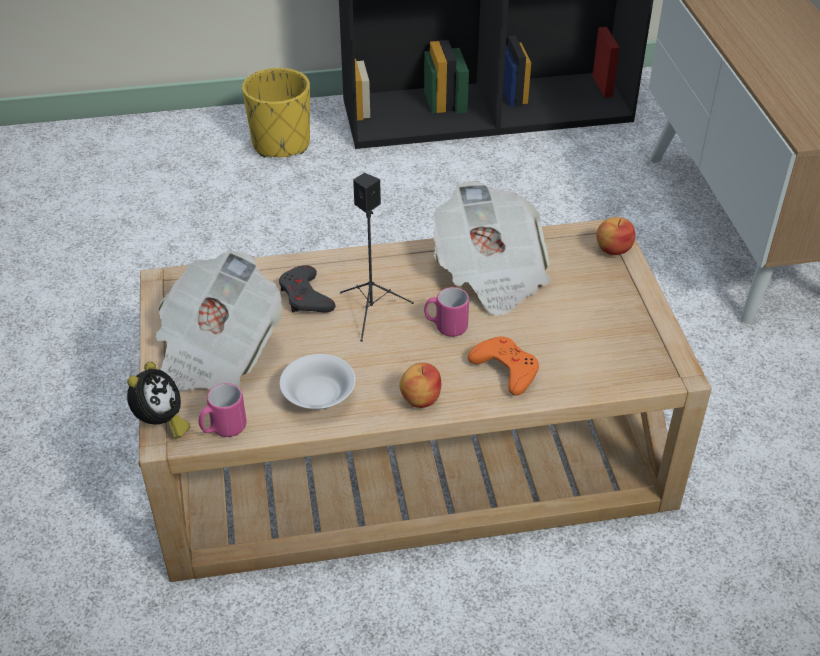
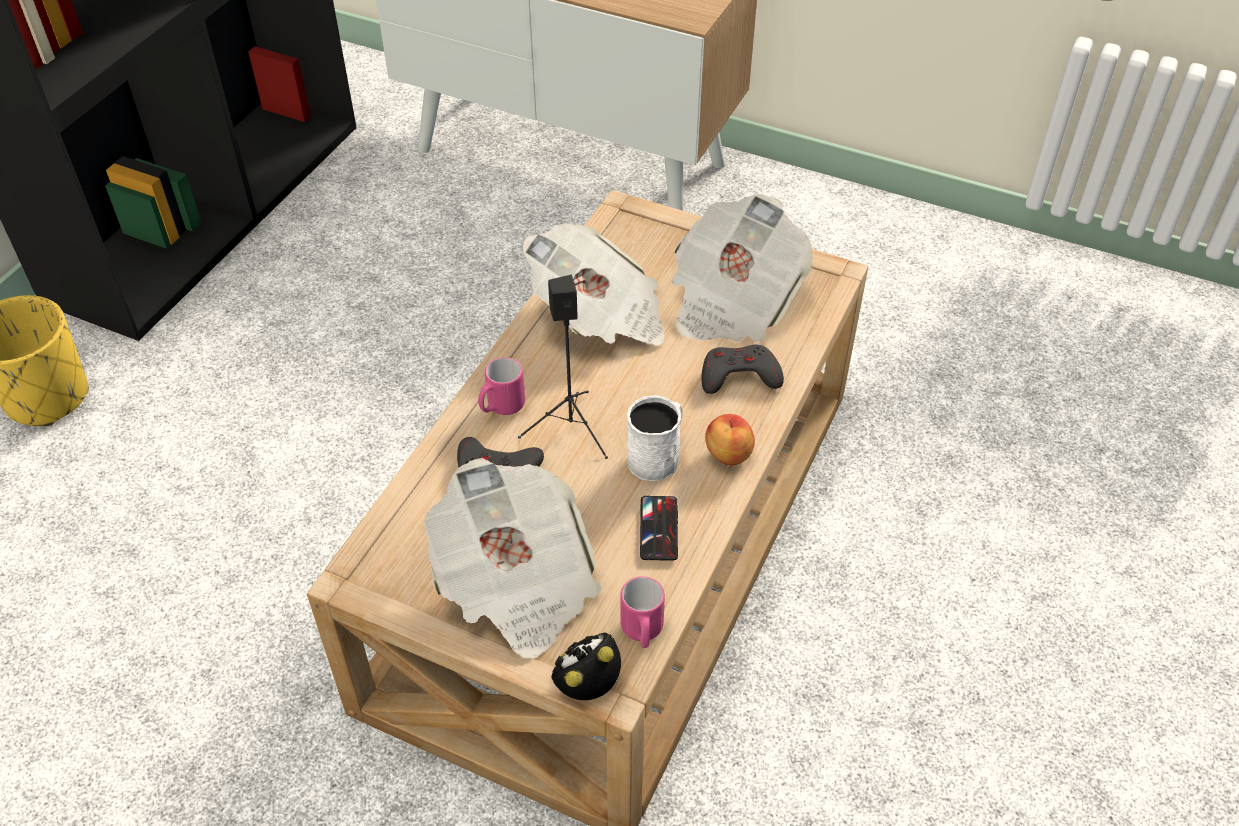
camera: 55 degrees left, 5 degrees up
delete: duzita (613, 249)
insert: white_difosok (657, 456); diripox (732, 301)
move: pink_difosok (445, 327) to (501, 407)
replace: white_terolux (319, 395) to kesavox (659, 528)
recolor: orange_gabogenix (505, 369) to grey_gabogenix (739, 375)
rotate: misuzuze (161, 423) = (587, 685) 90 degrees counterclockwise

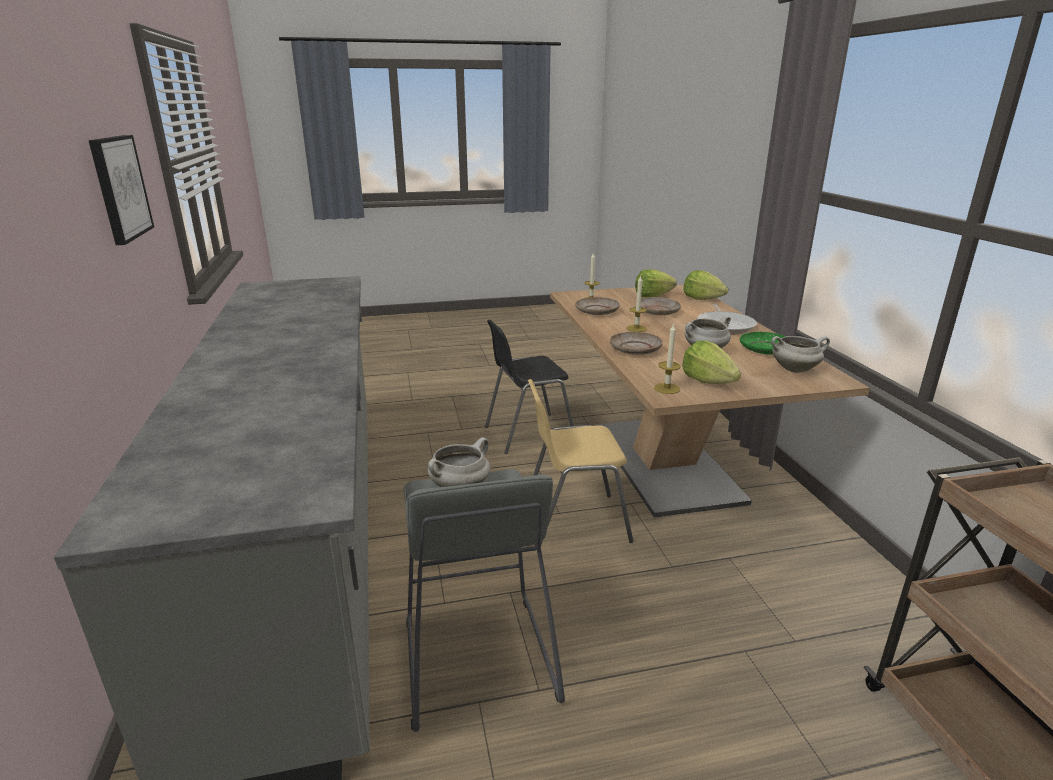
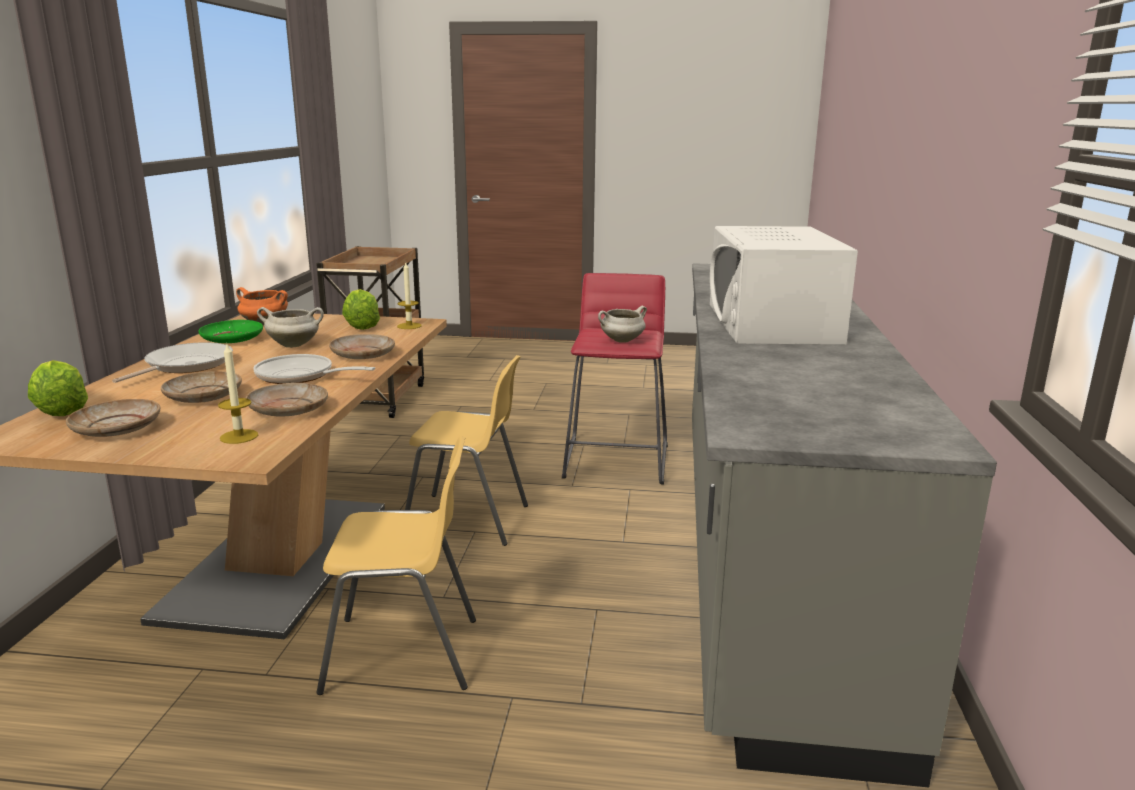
camera: 160 degrees left, 5 degrees down
delete: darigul (119, 188)
insert: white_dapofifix (772, 323)
replace: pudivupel (636, 328) to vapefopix (300, 376); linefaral (652, 296) to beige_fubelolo (117, 428)
recolor: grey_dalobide (478, 660) to red_dalobide (616, 460); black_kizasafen (528, 433) to yellow_kizasafen (404, 654); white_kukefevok (795, 369) to orange_kukefevok (263, 324)

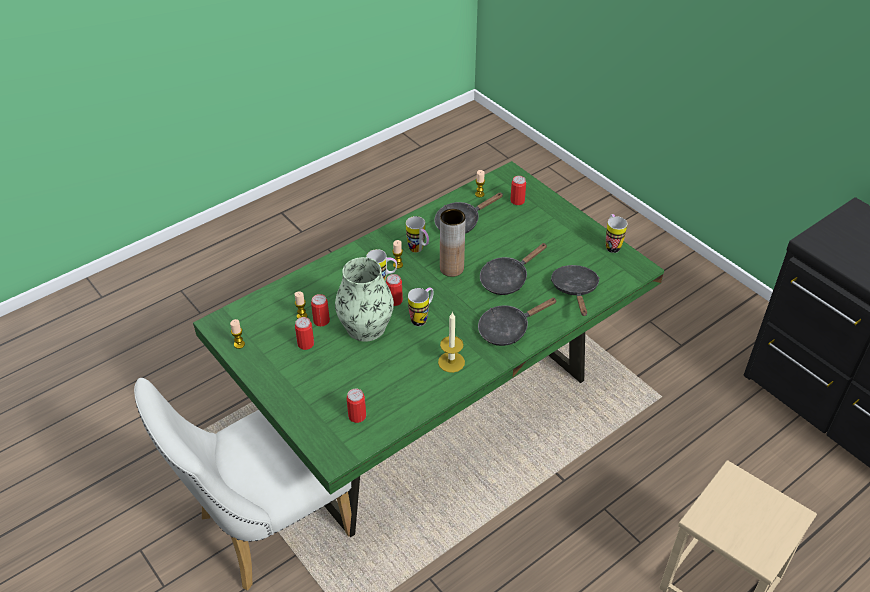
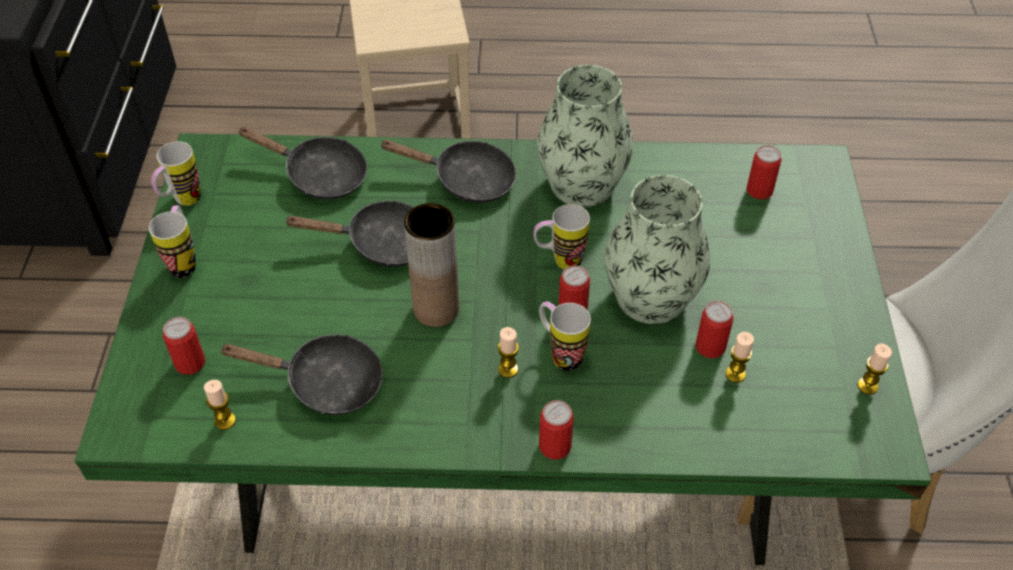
camera: 140 degrees left, 5 degrees up
move: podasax (305, 344) to (555, 446); difosok (419, 250) to (184, 261)
replace: pudivupel (451, 362) to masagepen (581, 184)
rotate: black_vapefopix (575, 290) = (319, 175) 105 degrees counterclockwise

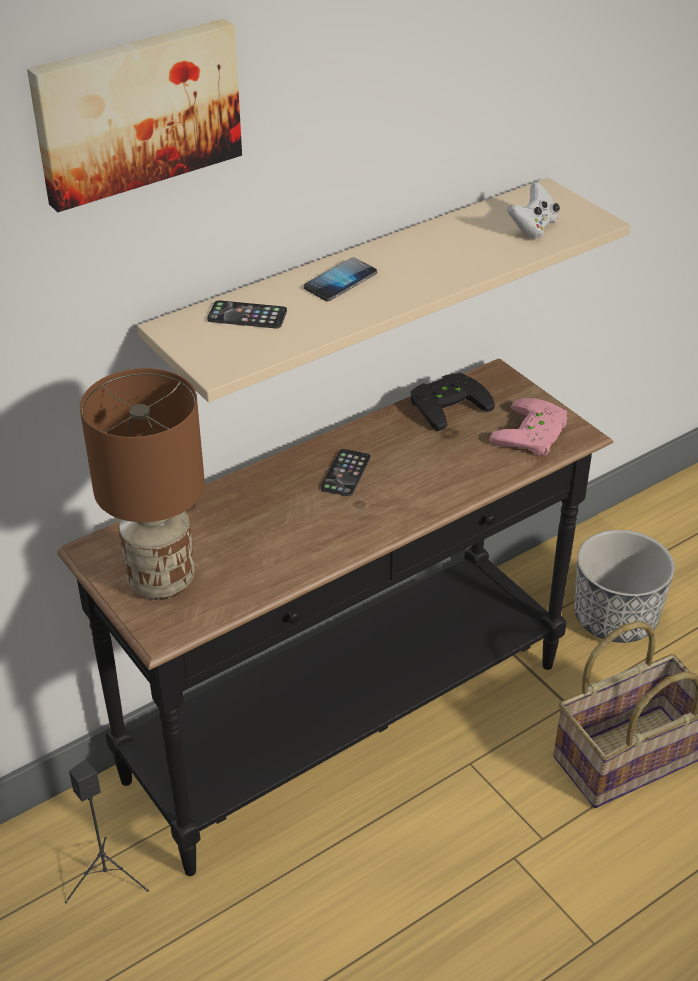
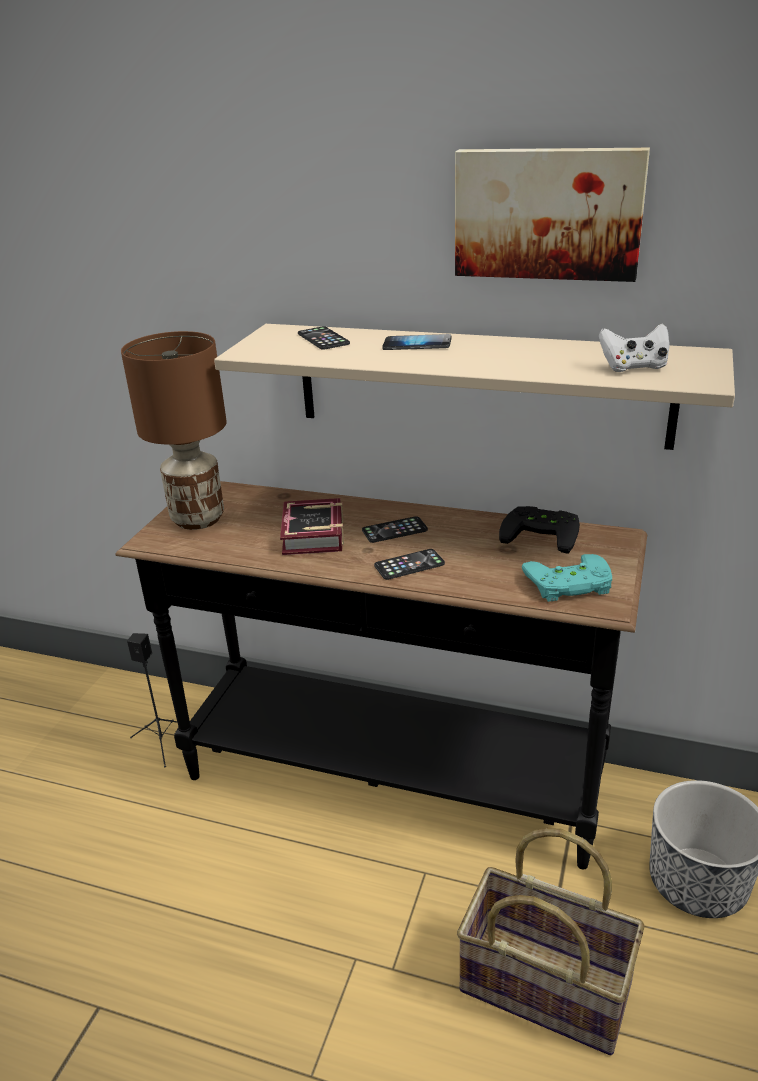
camera: 55 degrees right, 10 degrees down
insert: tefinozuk (310, 536); kesavox (409, 565)
move: darigul (136, 111) to (548, 213)
recolor: pink_gabogenix (535, 434) to turquoise_gabogenix (569, 585)

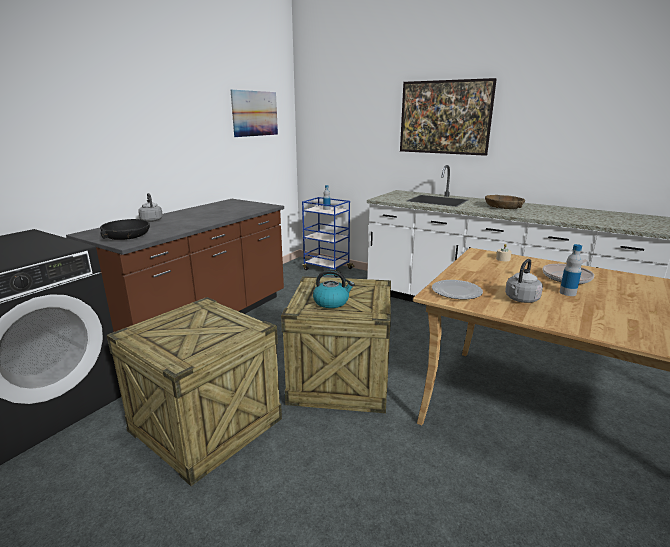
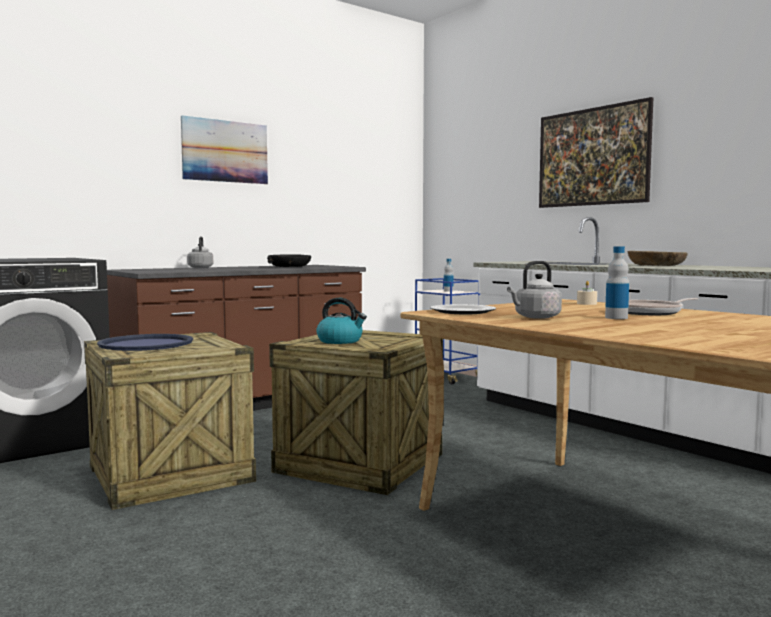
camera: 20 degrees right, 15 degrees down
insert: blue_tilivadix (146, 344)
move: black_terolux (127, 236) to (289, 266); darigul (255, 113) to (225, 151)

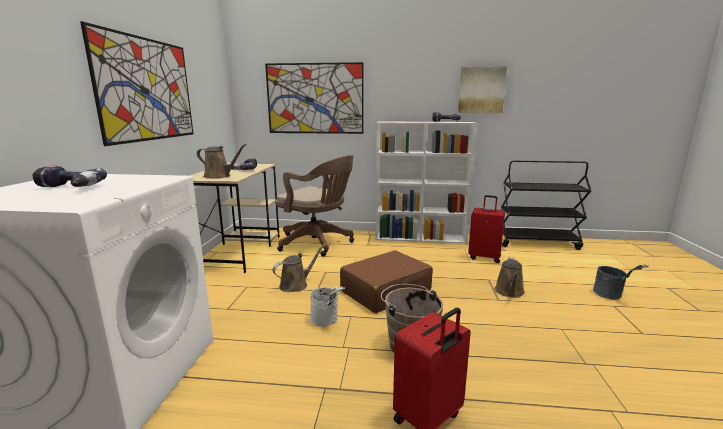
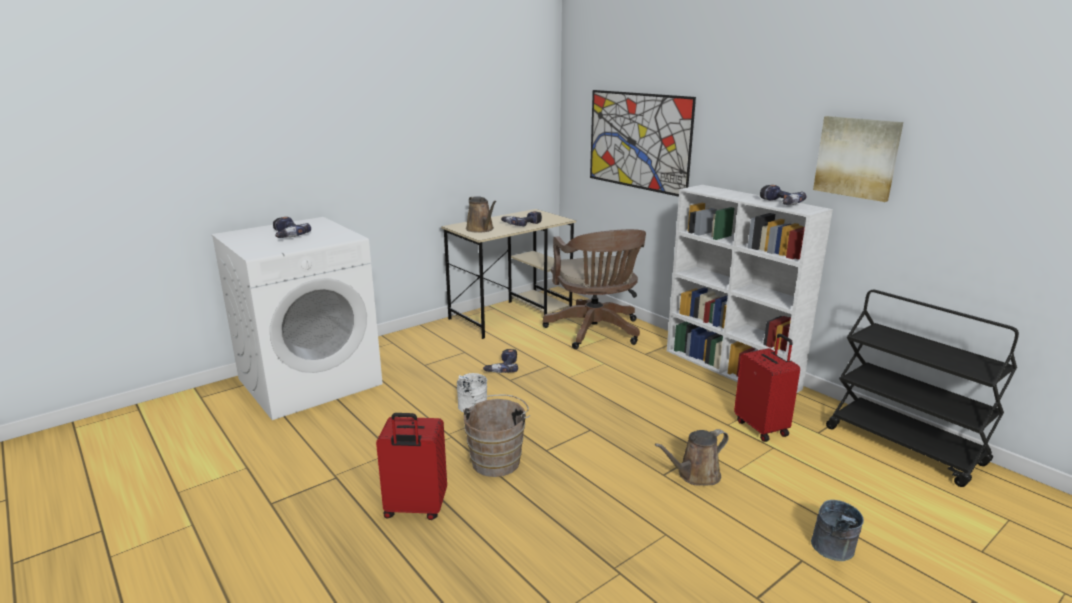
camera: 45 degrees right, 5 degrees up
delete: darigul (148, 89); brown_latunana (385, 291)
replace: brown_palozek (296, 285) to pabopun (502, 367)

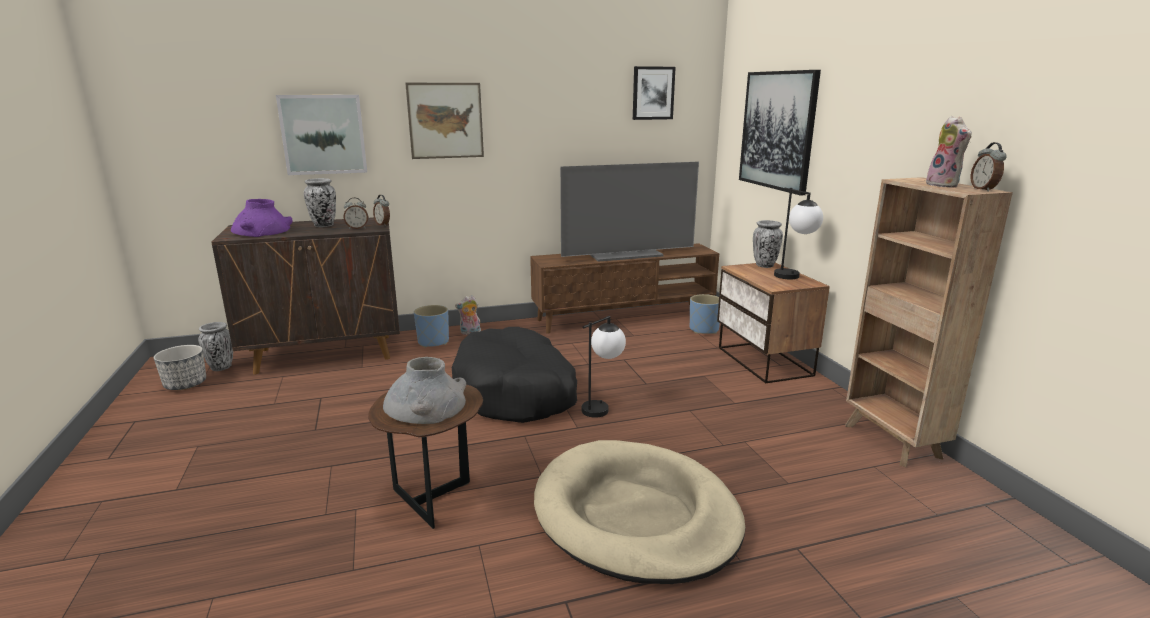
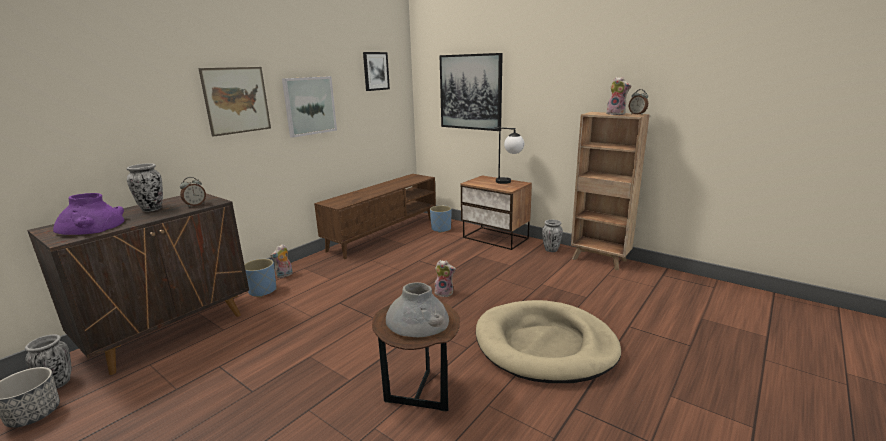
camera: 35 degrees left, 0 degrees up
delete: misuzuze (383, 224); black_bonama (516, 392); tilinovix (626, 254)
move: darigul (323, 134) to (309, 106); masagepen (764, 265) to (551, 250)
replace: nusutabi (602, 406) to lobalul (444, 293)

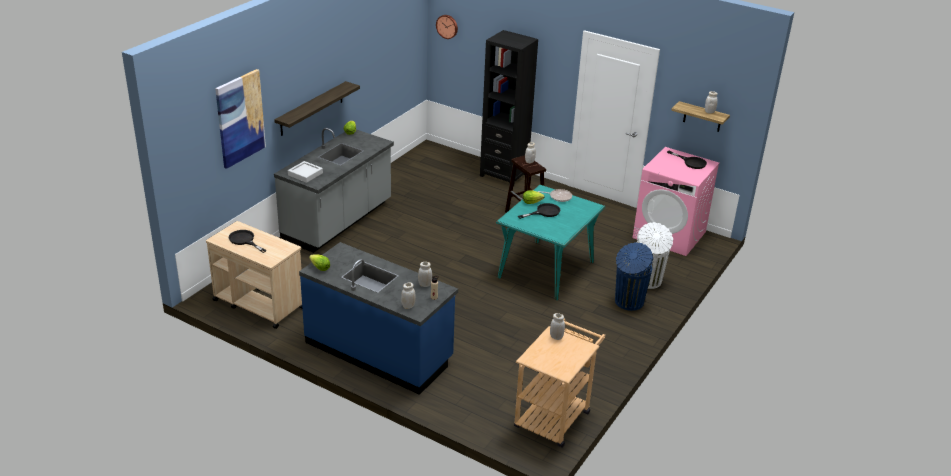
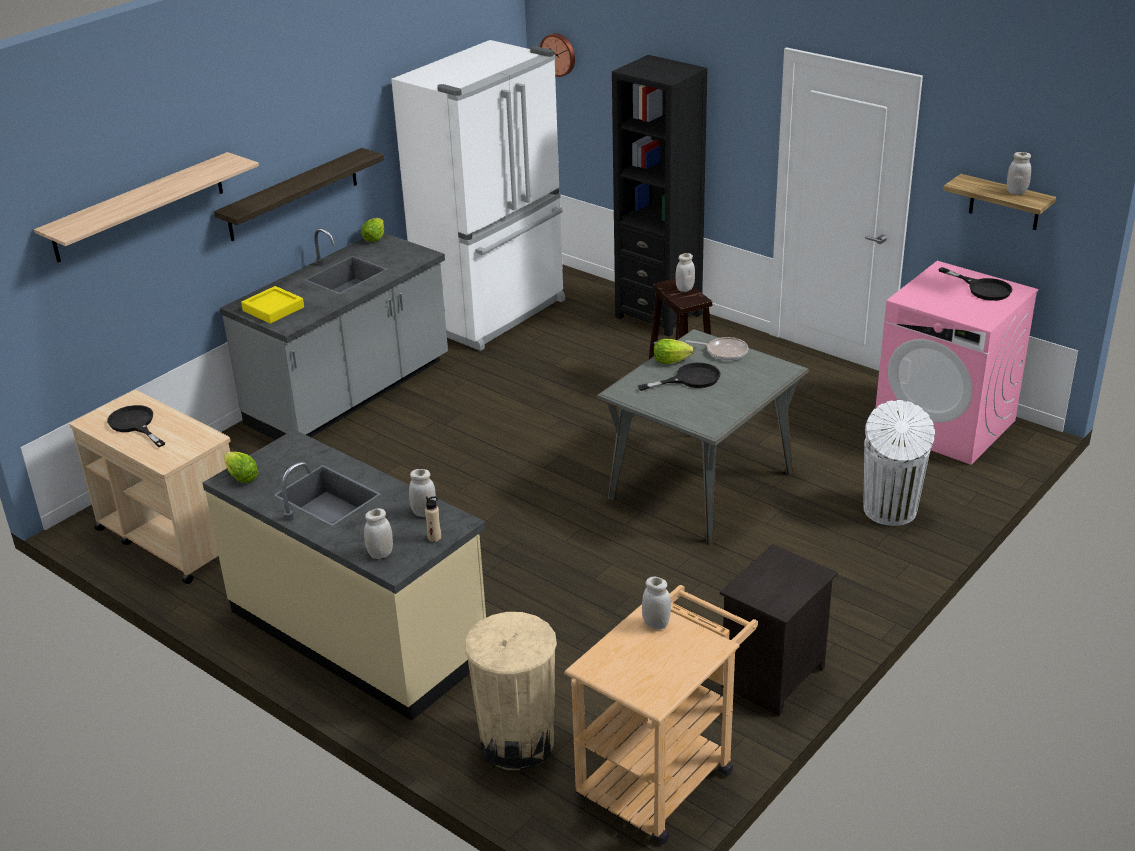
camera: 10 degrees right, 0 degrees up
delete: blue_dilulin (628, 302)
insert: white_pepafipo (494, 313); beige_dilulin (517, 743); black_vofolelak (773, 679)
replace: darigul (240, 118) to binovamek (139, 207)
recolor: grey_tilivadix (305, 174) to yellow_tilivadix (273, 309); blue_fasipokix (379, 351) to beige_fasipokix (359, 632); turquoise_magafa (546, 269) to grey_magafa (701, 485)

